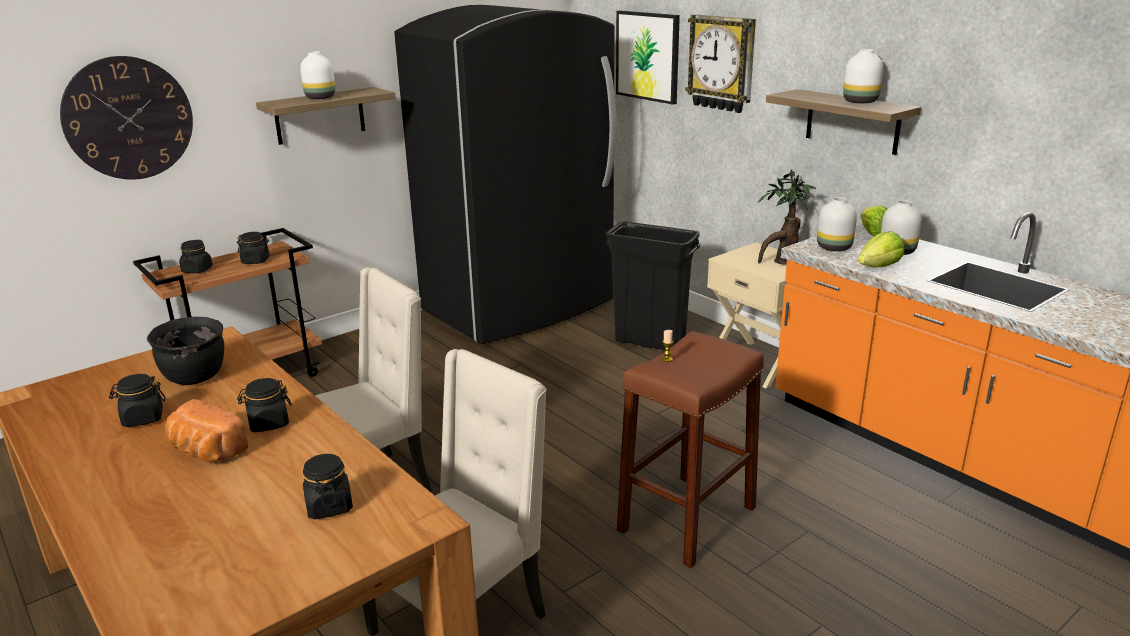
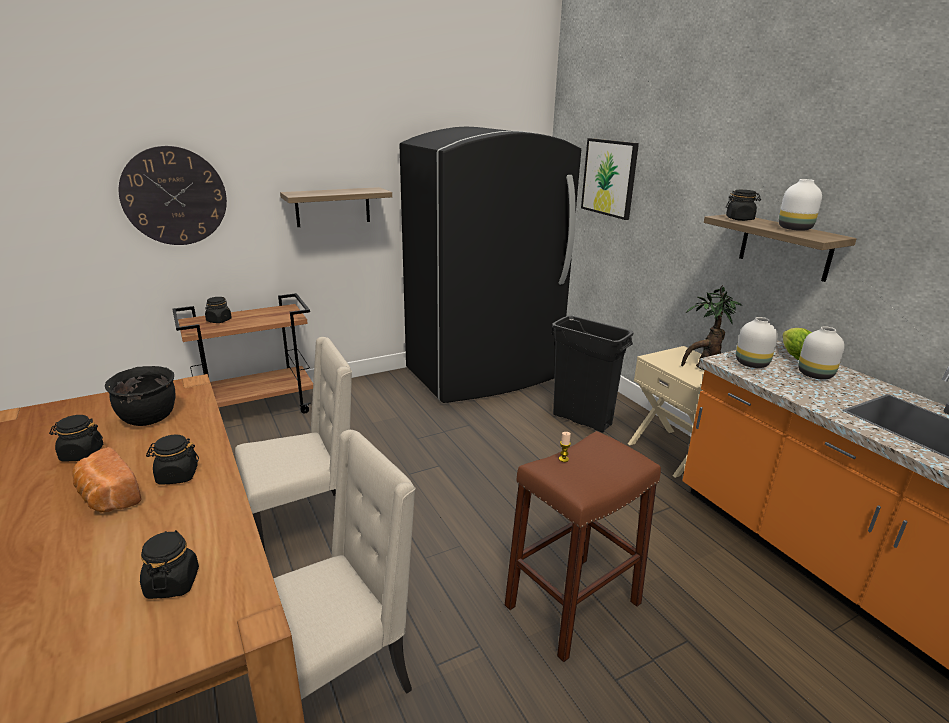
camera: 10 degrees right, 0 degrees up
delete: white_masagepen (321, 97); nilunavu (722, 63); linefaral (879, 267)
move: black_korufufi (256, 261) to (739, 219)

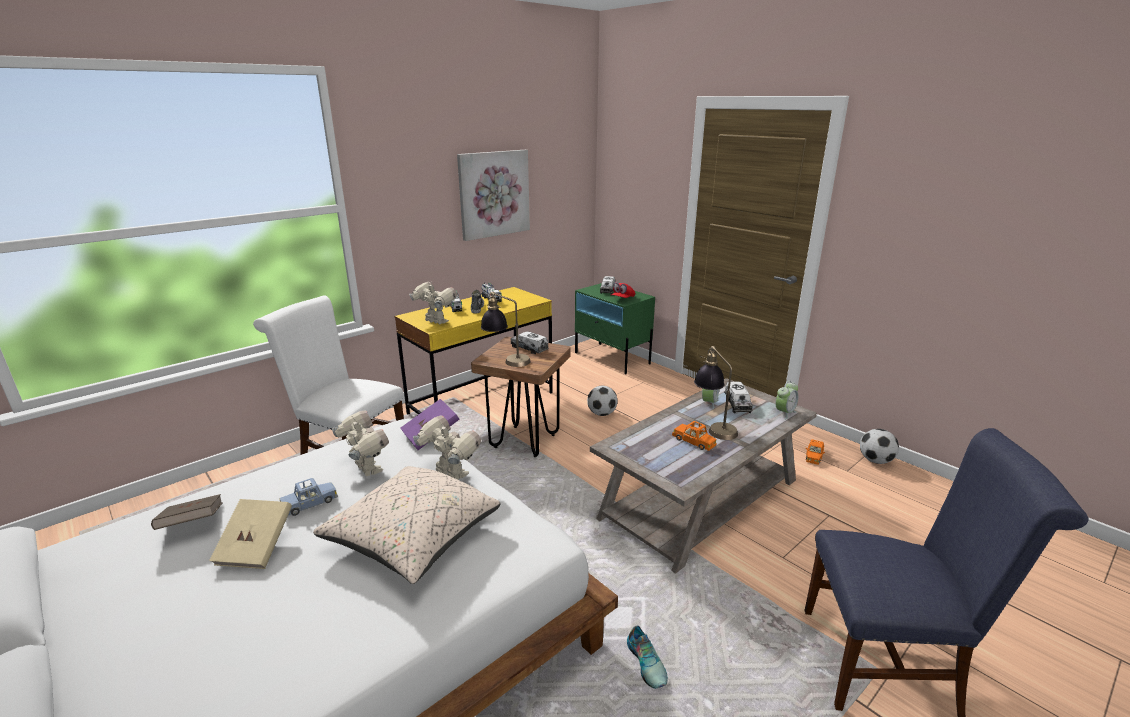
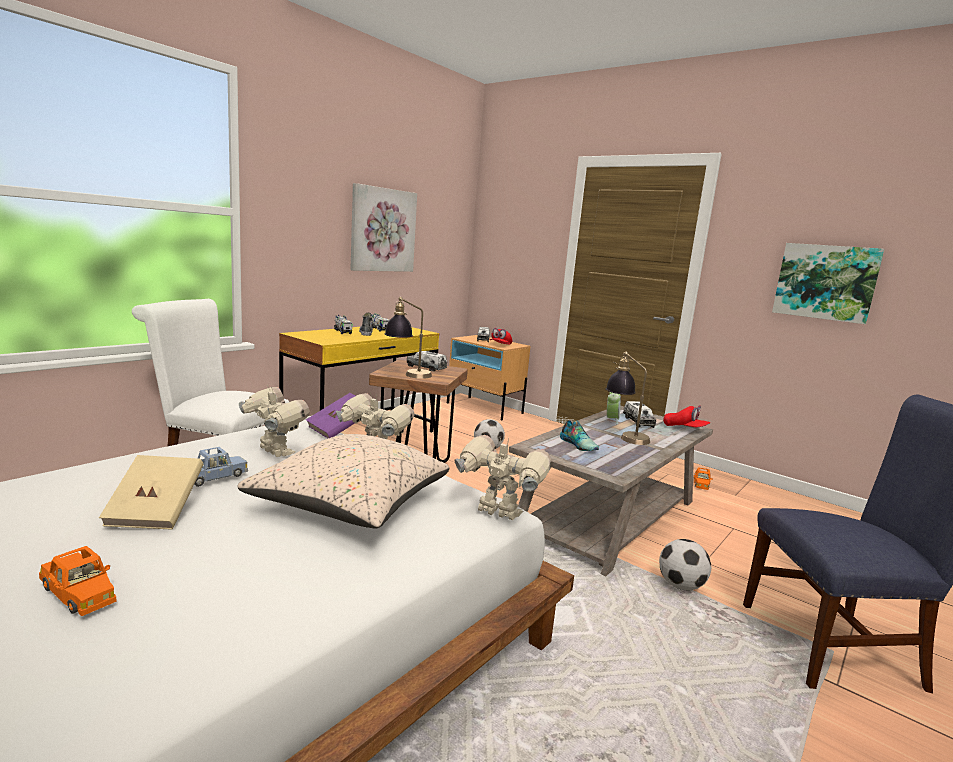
camera: 10 degrees left, 10 degrees down
delete: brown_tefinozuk (193, 525)
insert: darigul (825, 282)
move: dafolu (435, 322) to (498, 514); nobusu (647, 662) to (579, 445); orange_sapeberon (694, 441) to (79, 593); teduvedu (875, 461) to (680, 586)
replace: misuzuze (784, 413) to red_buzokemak (684, 428)
recolor: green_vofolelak (612, 358) to beige_vofolelak (484, 408)

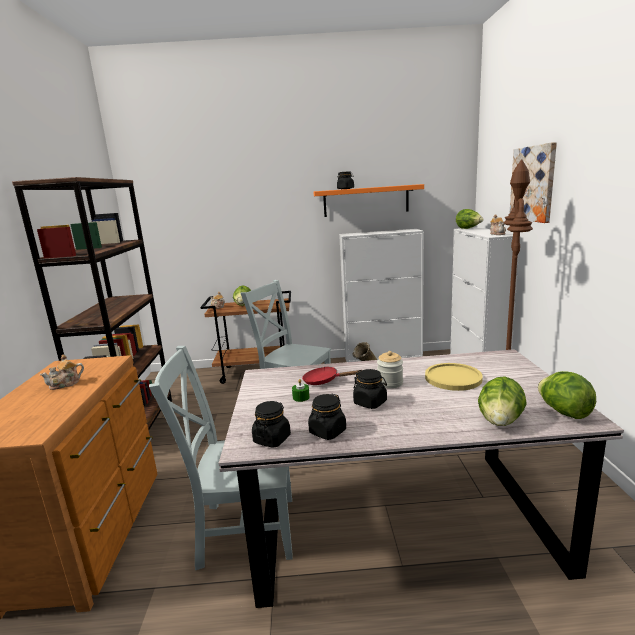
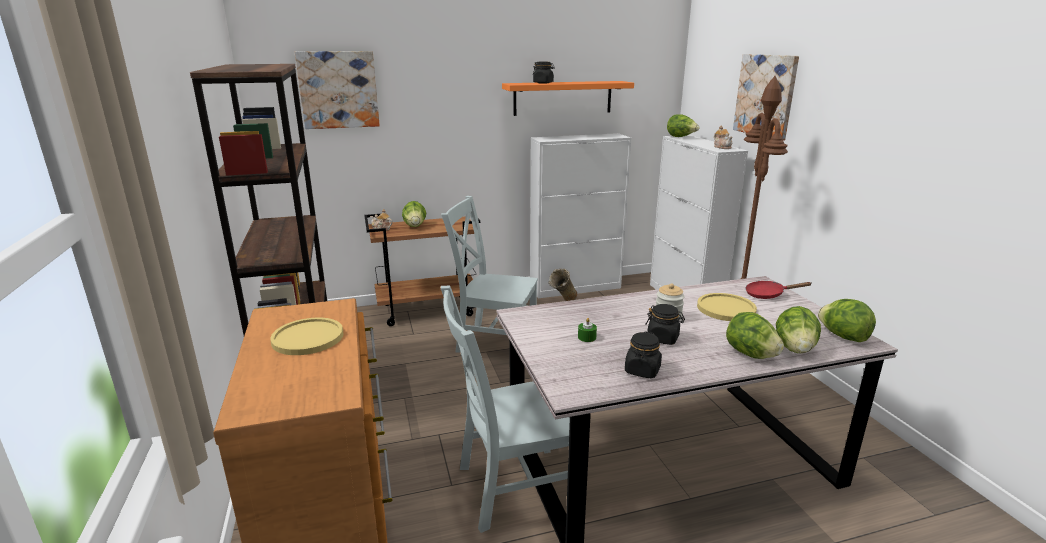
camera: 15 degrees left, 5 degrees up
delete: black_korufufi (272, 439)
insert: darigul (338, 90); linefaral (750, 354)
move: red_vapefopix (324, 381) to (768, 294)
replace: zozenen (66, 384) to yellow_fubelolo (308, 338)

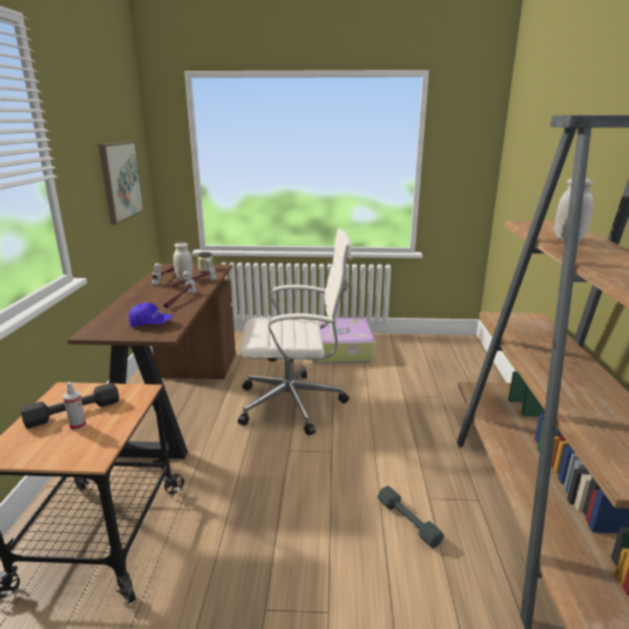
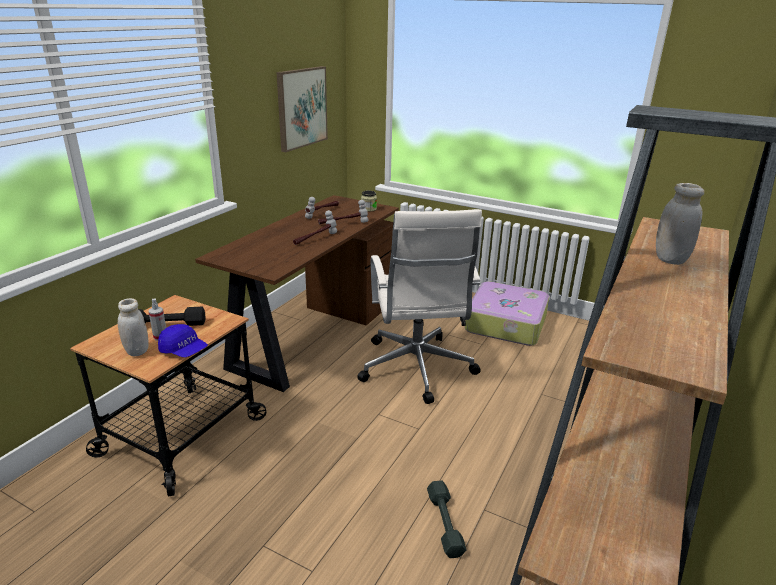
camera: 25 degrees right, 5 degrees up
move: blue_buzokemak (151, 324) to (184, 351); white_korufufi (184, 278) to (137, 351)
rotate: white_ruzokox (294, 404) = (416, 369) 60 degrees clockwise

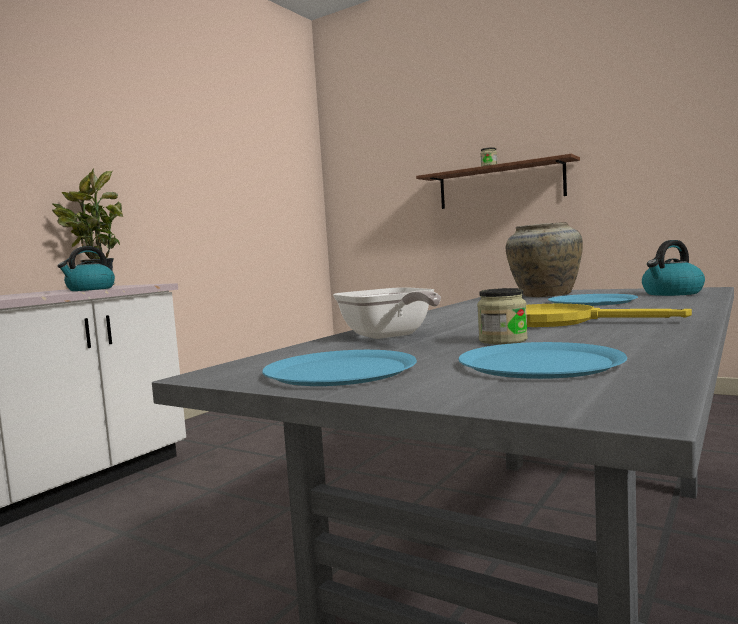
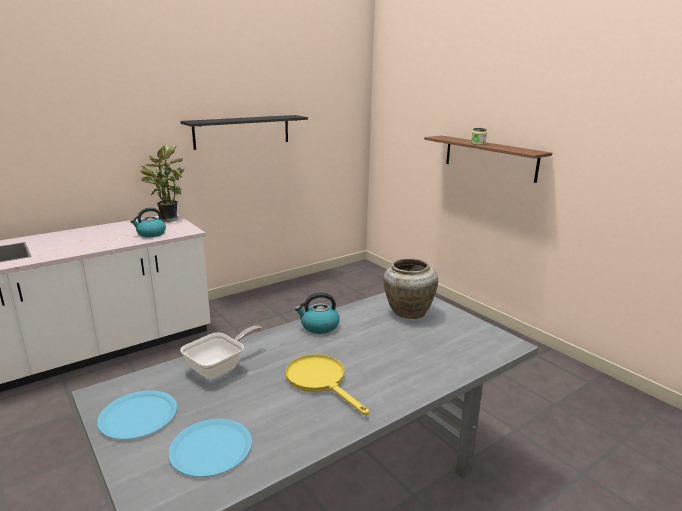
camera: 20 degrees right, 15 degrees up
delete: korufufi (503, 340); blue_fubelolo (592, 301)
insert: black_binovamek (242, 131)
move: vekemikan (672, 293) to (319, 326)
rotate: vapefopix (389, 336) = (220, 367) 135 degrees counterclockwise

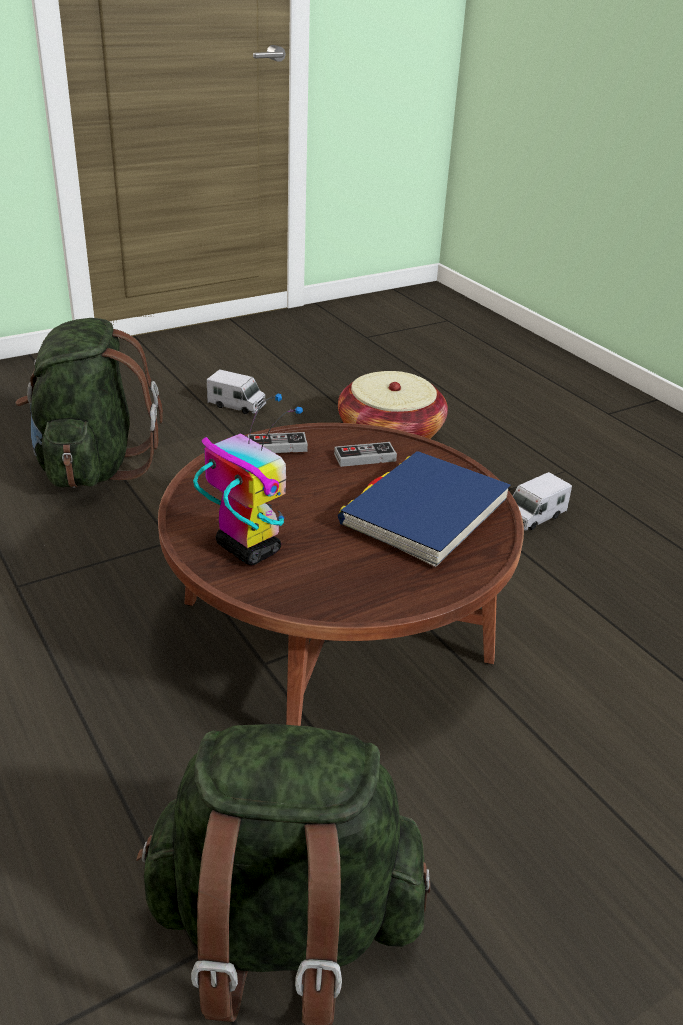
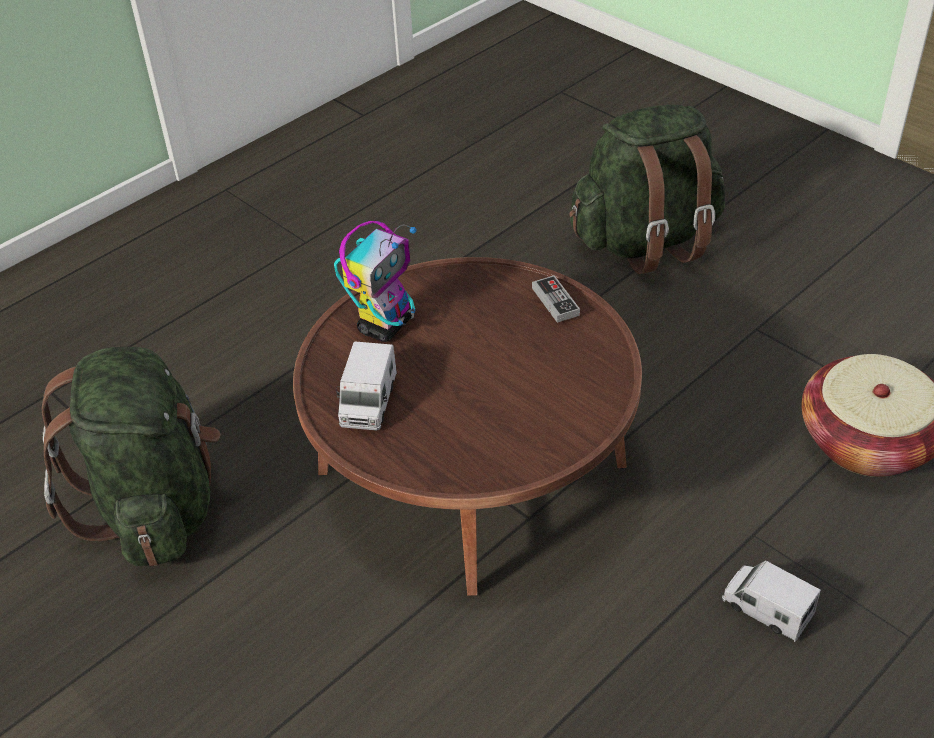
camera: 80 degrees right, 10 degrees up
delete: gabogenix (365, 457); blue_tefinozuk (424, 512)
move: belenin (237, 405) to (368, 402)

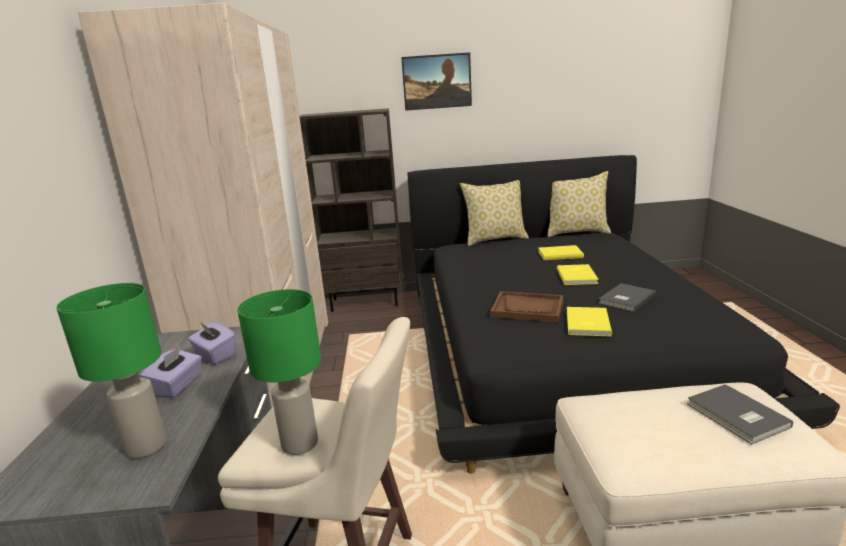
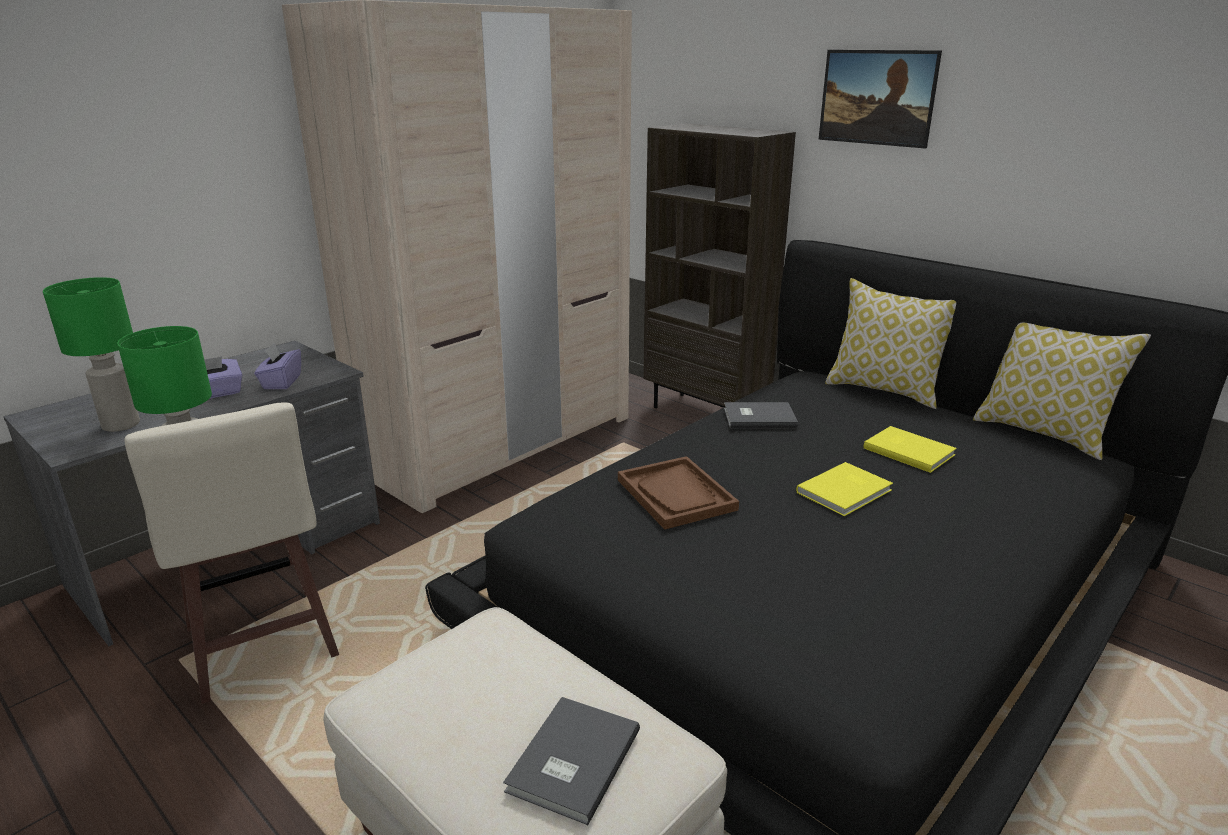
camera: 45 degrees right, 5 degrees up
delete: yellow_tefinozuk (586, 323)
move: grey_tefinozuk (625, 299) to (758, 417)

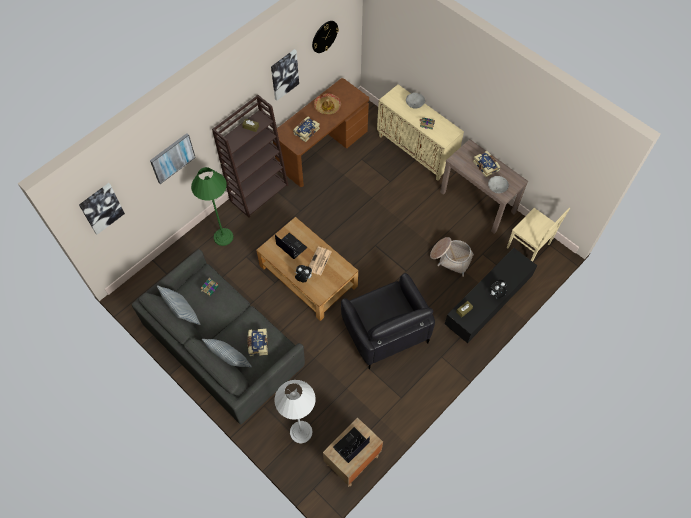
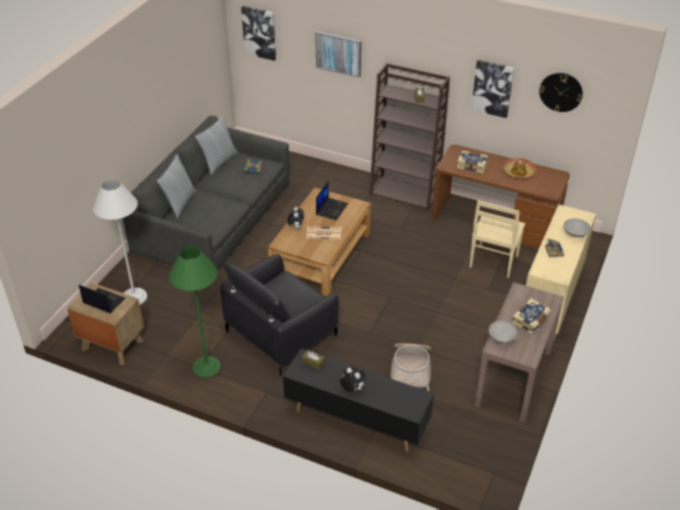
camera: 70 degrees right, 20 degrees down
delete: tefinozuk (257, 344)
move: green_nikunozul (223, 237) to (207, 367); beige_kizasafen (529, 246) to (493, 262)

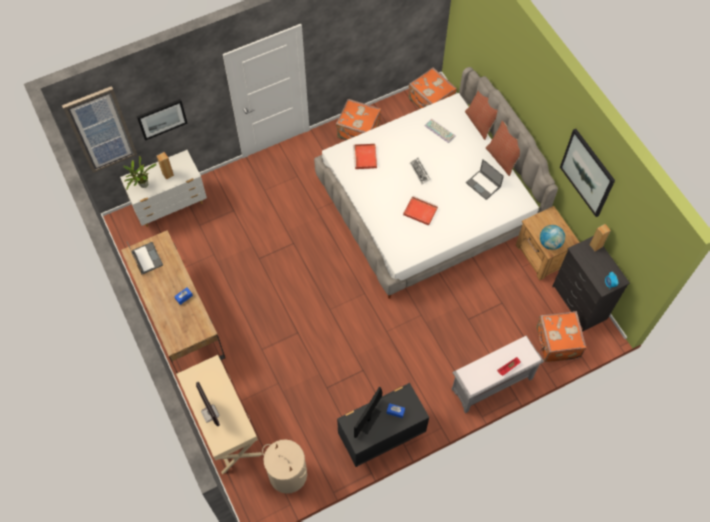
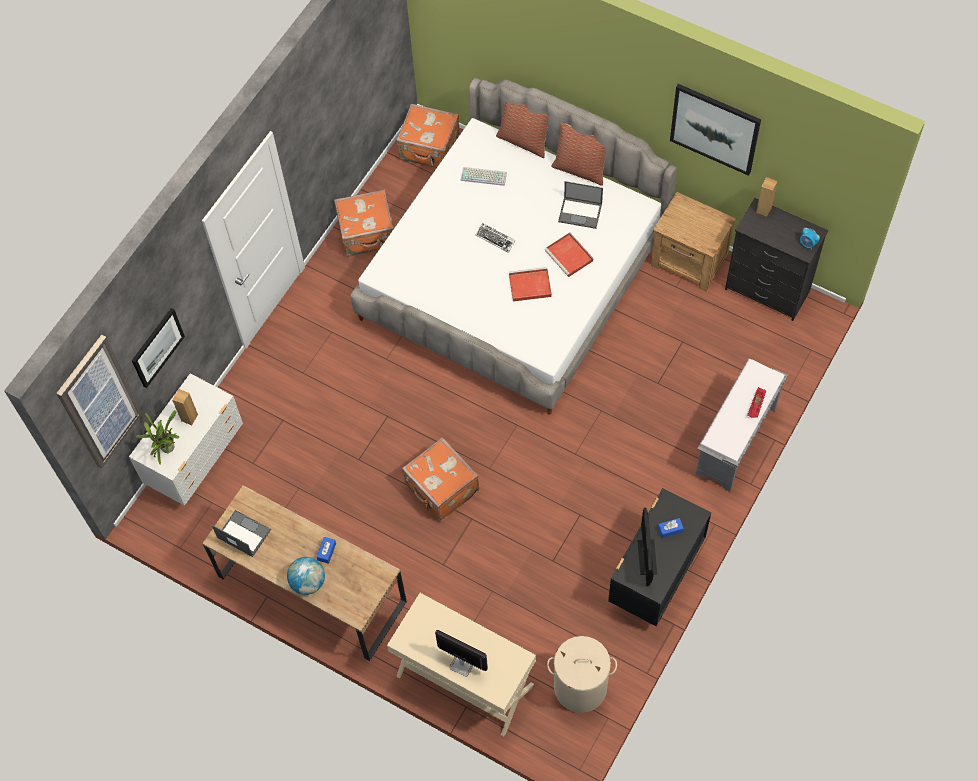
camera: 30 degrees left, 0 degrees up
move: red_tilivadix (365, 157) to (570, 256); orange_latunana (556, 343) to (441, 489); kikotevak (550, 243) to (308, 582)

